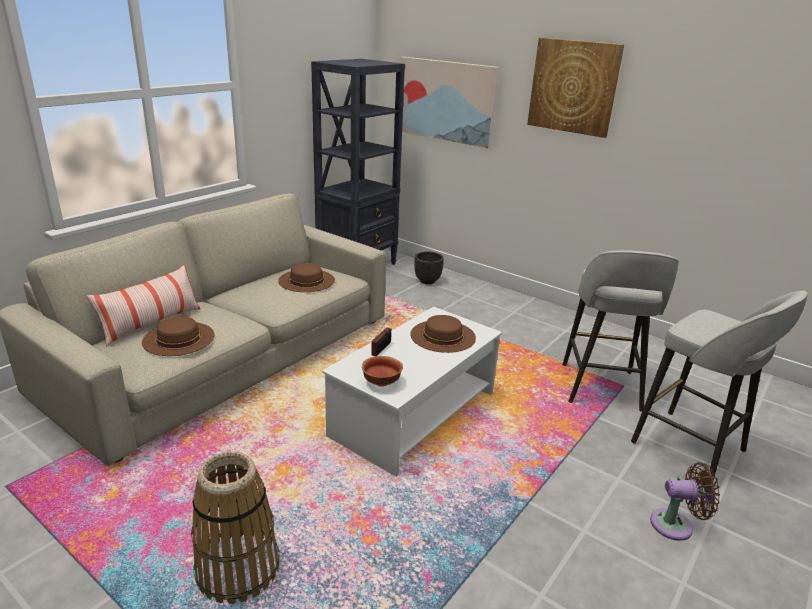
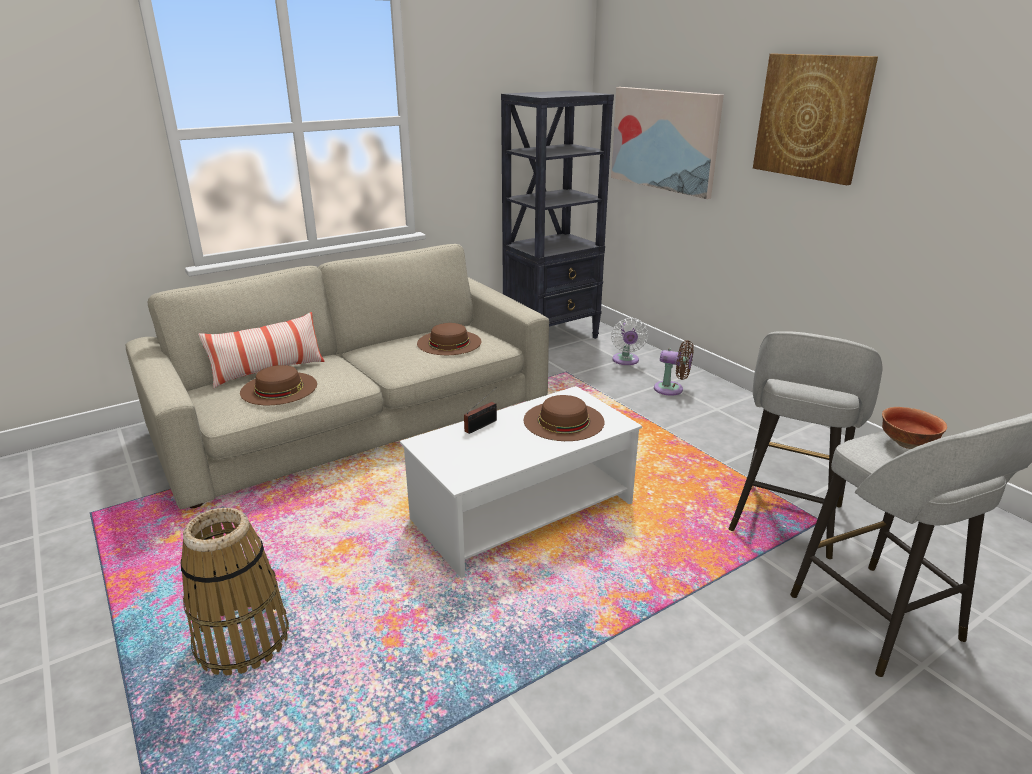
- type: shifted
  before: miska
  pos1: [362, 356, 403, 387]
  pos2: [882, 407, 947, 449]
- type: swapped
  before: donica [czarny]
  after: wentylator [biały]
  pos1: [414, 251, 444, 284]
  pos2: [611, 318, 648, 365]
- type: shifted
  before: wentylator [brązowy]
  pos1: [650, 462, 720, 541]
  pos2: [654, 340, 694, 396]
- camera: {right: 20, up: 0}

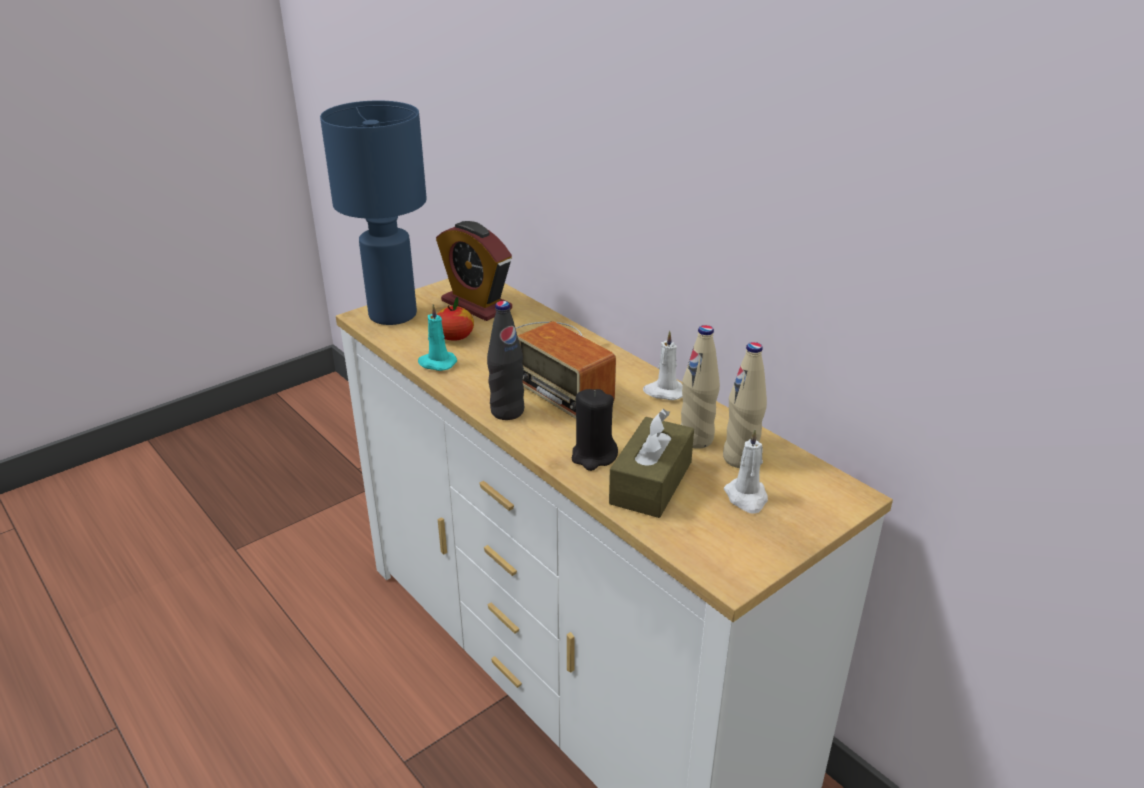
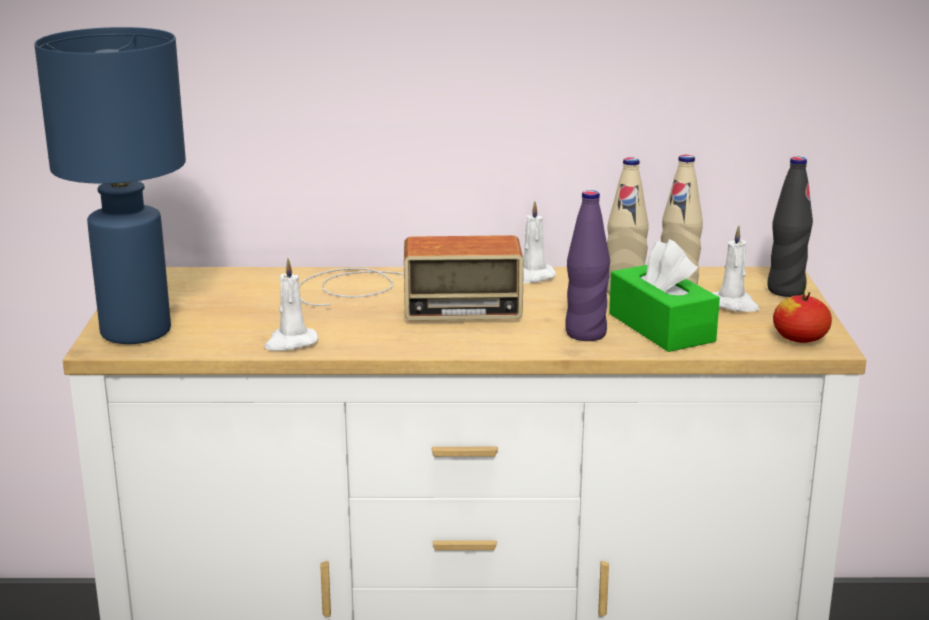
- type: repainted
  before: świeca [turkusowy]
  after: świeca [biały]
  pos1: [418, 304, 457, 371]
  pos2: [264, 258, 318, 351]
- type: gone
  before: budzik
  pos1: [436, 221, 512, 321]
- type: shifted
  before: jabłko
  pos1: [437, 297, 474, 341]
  pos2: [773, 281, 832, 343]
- type: shifted
  before: butelka [czarny]
  pos1: [487, 301, 524, 420]
  pos2: [767, 157, 813, 297]
- type: swapped
  before: świeca [czarny]
  after: butelka [fioletowy]
  pos1: [572, 389, 618, 471]
  pos2: [565, 190, 610, 341]
- type: repainted
  before: pudełko chusteczek [brązowy]
  after: pudełko chusteczek [zielony]
  pos1: [609, 409, 694, 518]
  pos2: [609, 239, 720, 352]
- camera: {right: -50, up: -10}

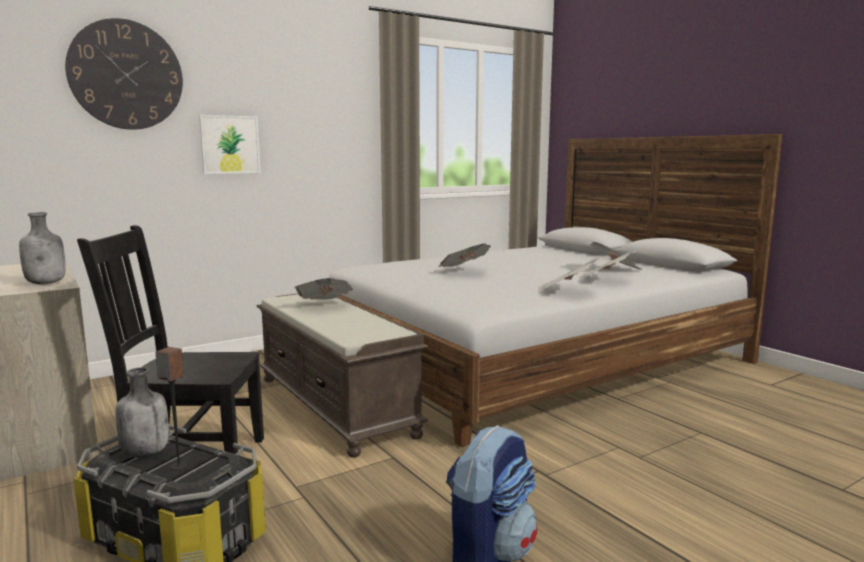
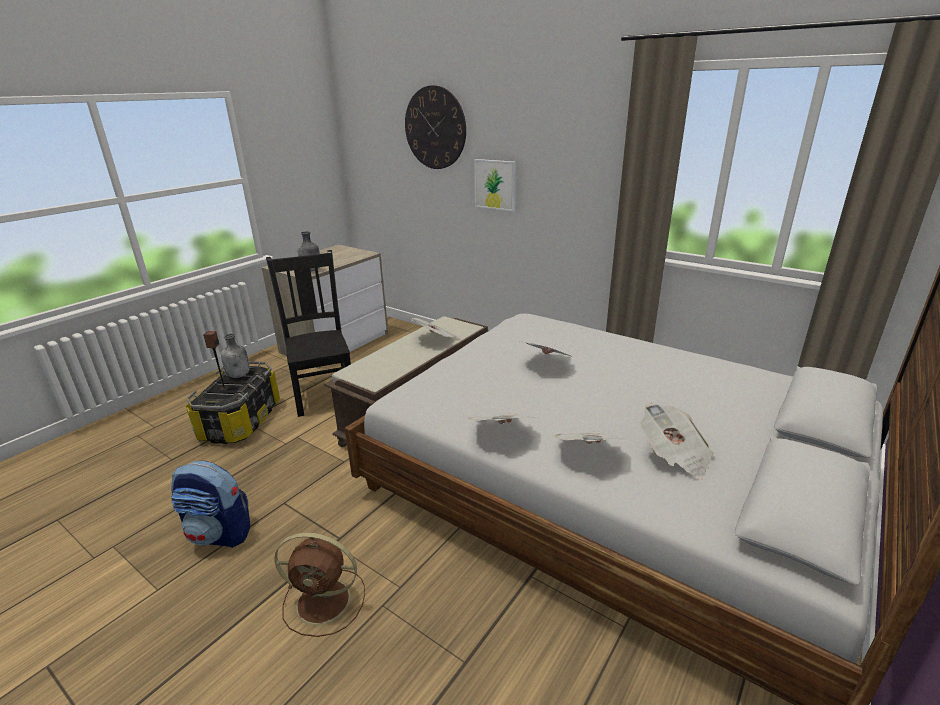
- type: new
  after: wentylator [brązowy]
  pos2: [275, 533, 365, 637]
- camera: {right: 70, up: 15}

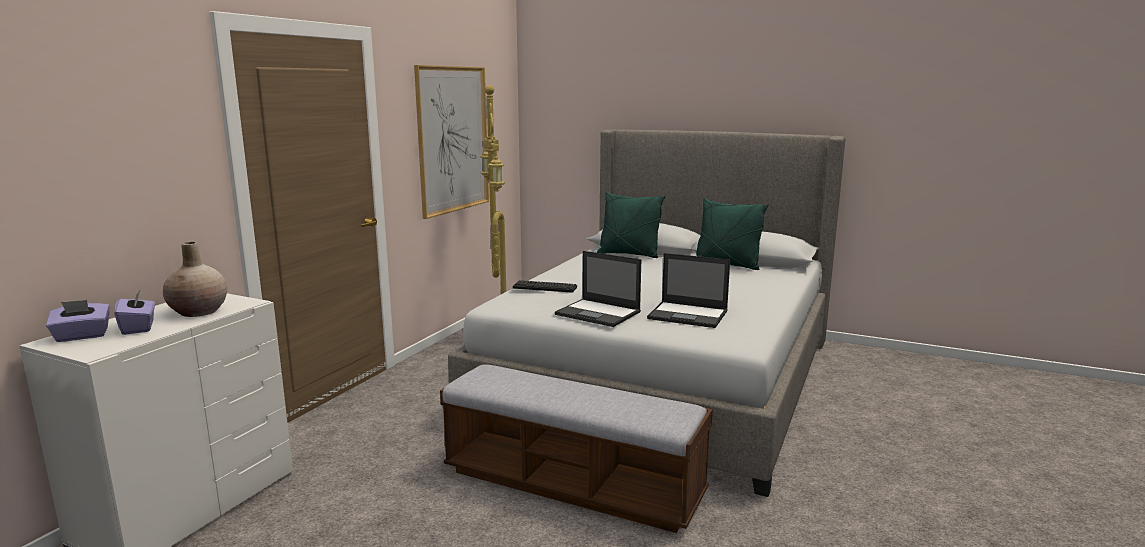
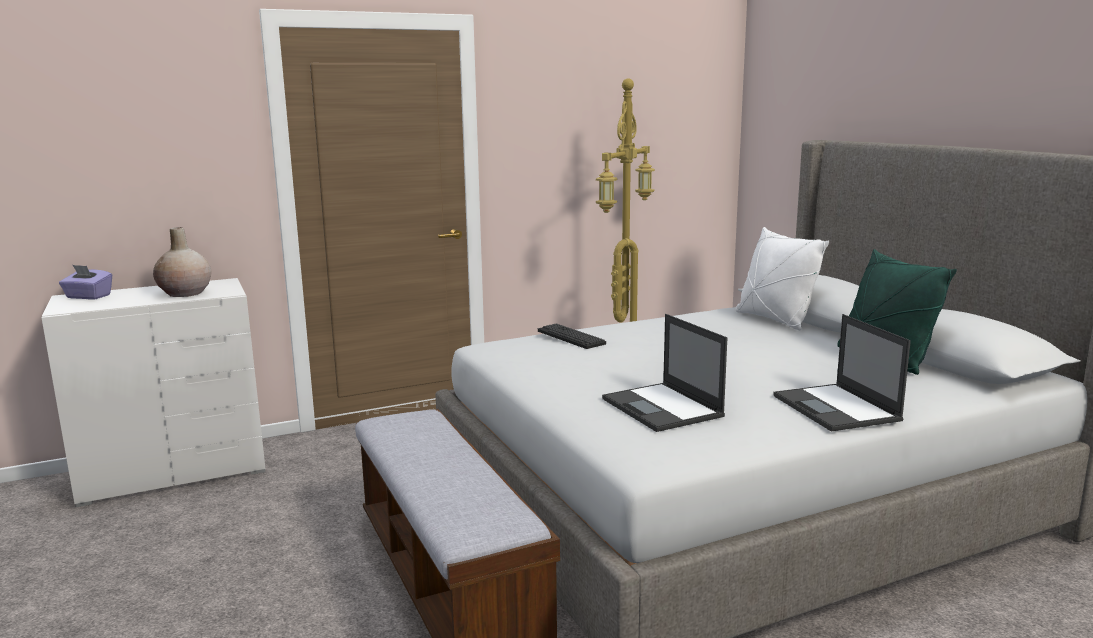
- type: gone
  before: pudełko chusteczek [fioletowy]
  pos1: [114, 289, 155, 335]
- type: gone
  before: obraz
  pos1: [414, 65, 489, 219]
- type: shifted
  before: laptop
  pos1: [555, 251, 641, 327]
  pos2: [773, 314, 911, 431]
- type: repainted
  before: poduszka [zielony]
  after: poduszka [biały]
  pos1: [597, 192, 665, 258]
  pos2: [736, 227, 829, 330]
- camera: {right: 40, up: 0}

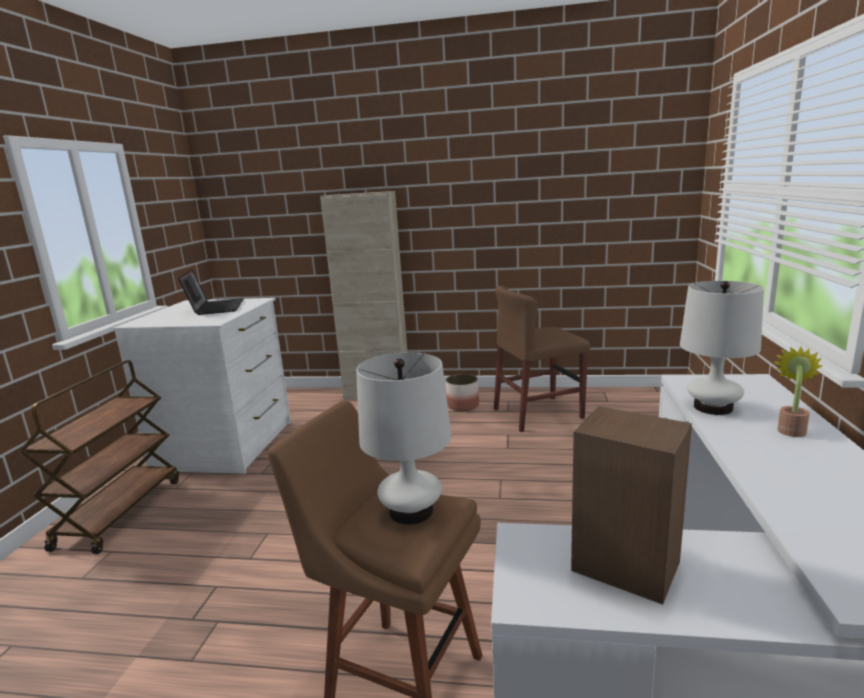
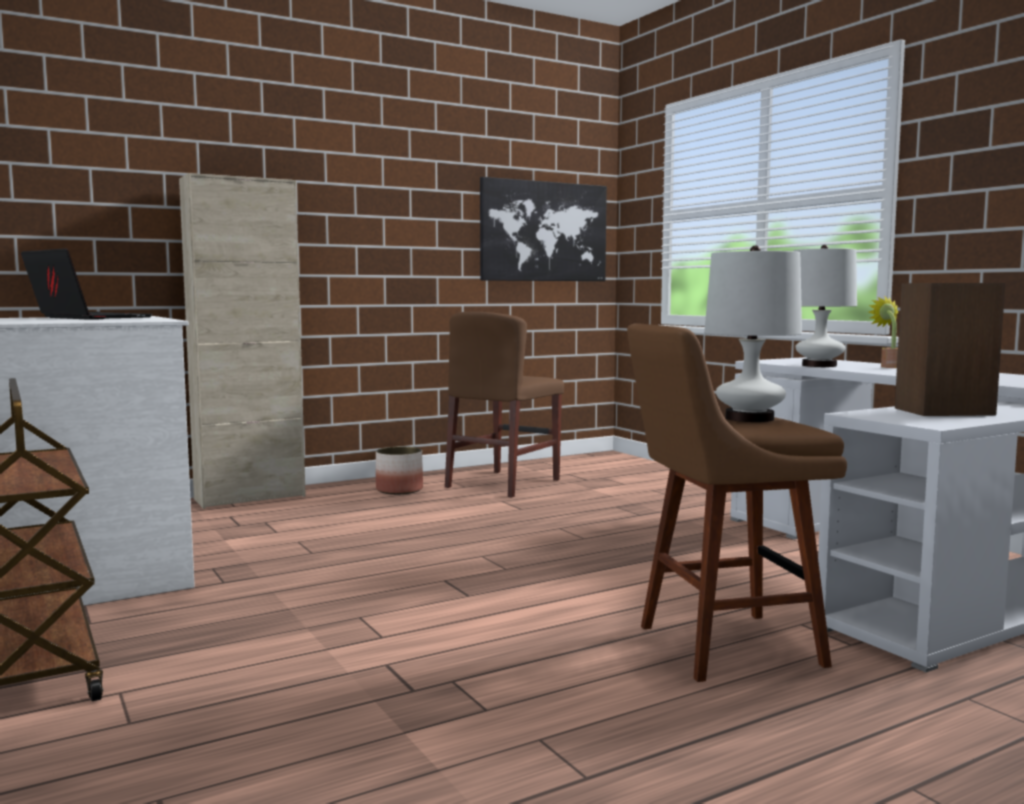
- type: new
  after: obraz
  pos2: [480, 177, 607, 281]
- camera: {right: -40, up: -10}

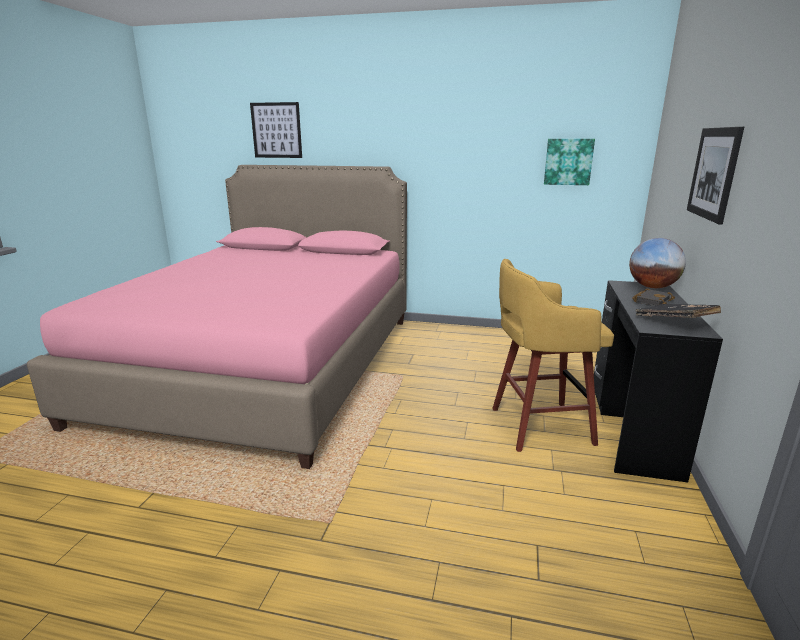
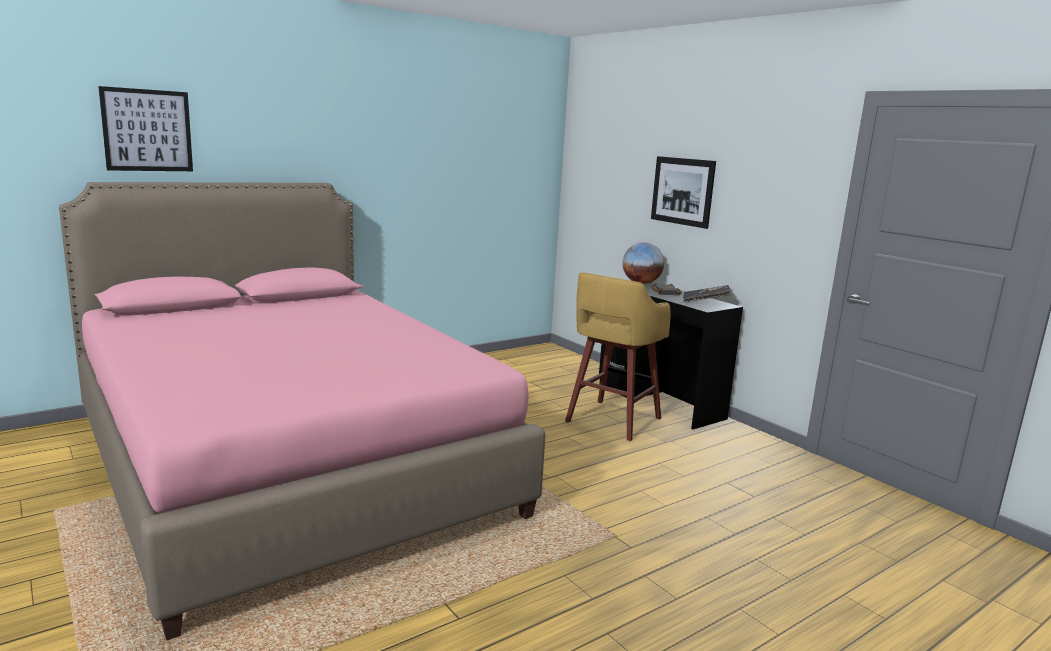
- type: gone
  before: obraz
  pos1: [544, 139, 595, 185]
- camera: {right: -50, up: -5}

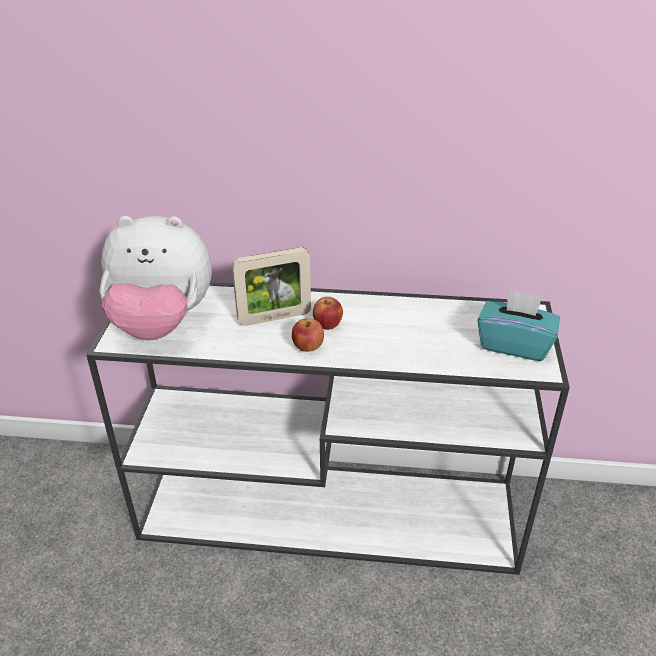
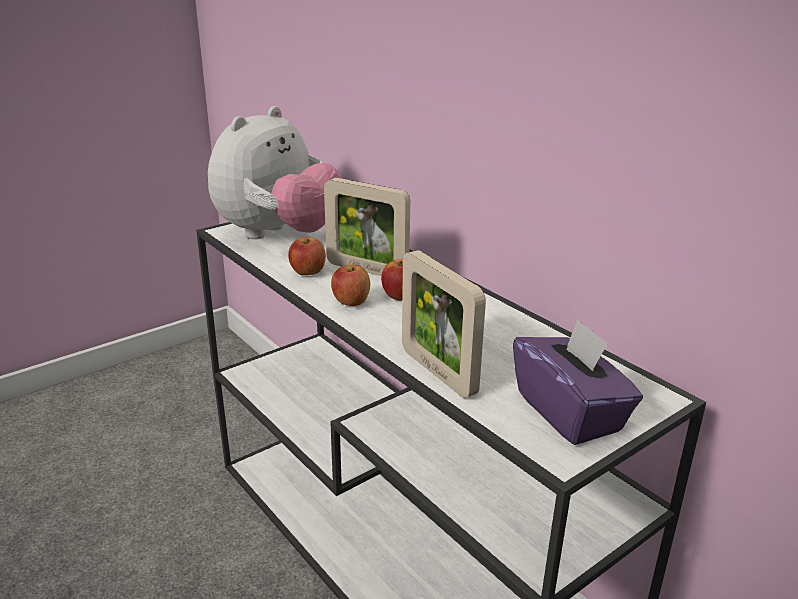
- type: rotated
  before: pluszak
  pos1: [99, 216, 212, 340]
  pos2: [208, 106, 342, 239]
  turn: -105
- type: repainted
  before: pudełko chusteczek [turkusowy]
  after: pudełko chusteczek [fioletowy]
  pos1: [478, 290, 560, 361]
  pos2: [513, 319, 643, 445]
- type: new
  after: jabłko
  pos2: [288, 237, 326, 275]
- type: new
  after: ramka na zdjęcie
  pos2: [402, 250, 486, 398]
- camera: {right: 45, up: -10}

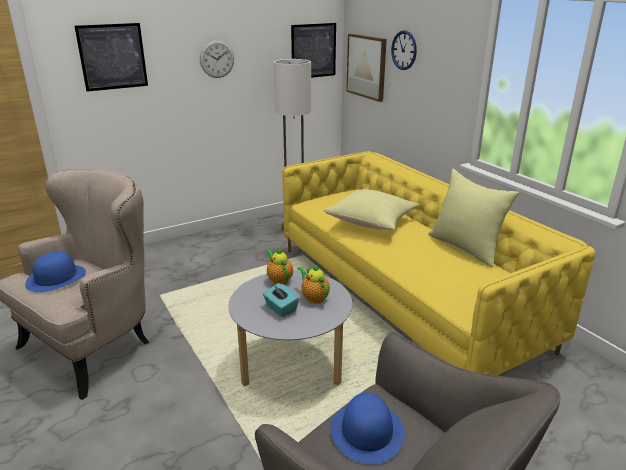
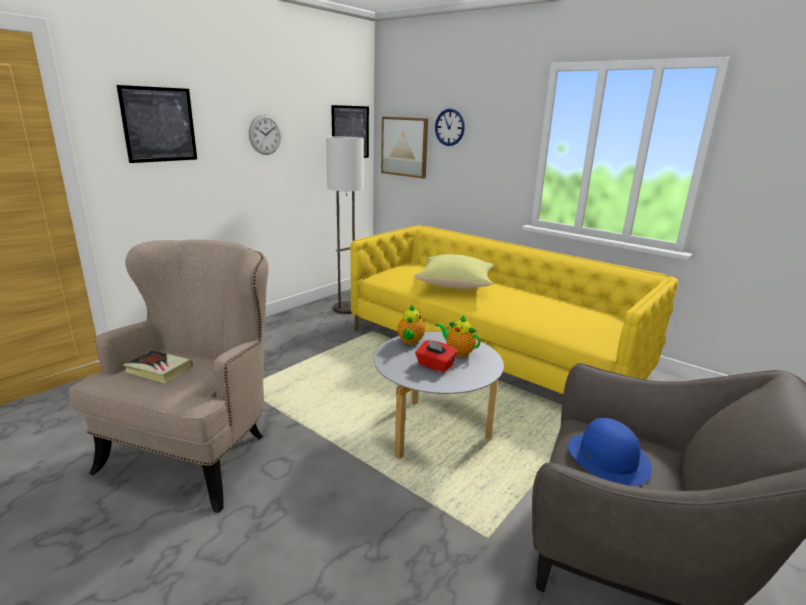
- type: swapped
  before: kapelusz [niebieski]
  after: książka
  pos1: [25, 251, 86, 292]
  pos2: [123, 350, 193, 383]
- type: repainted
  before: pudełko chusteczek [turkusowy]
  after: pudełko chusteczek [czerwony]
  pos1: [263, 283, 299, 317]
  pos2: [415, 340, 457, 373]
- type: rotated
  before: imbryk
  pos1: [267, 248, 293, 284]
  pos2: [397, 305, 425, 345]
  turn: -120
- type: gone
  before: poduszka [żółty]
  pos1: [428, 169, 519, 268]
- camera: {right: -20, up: -5}

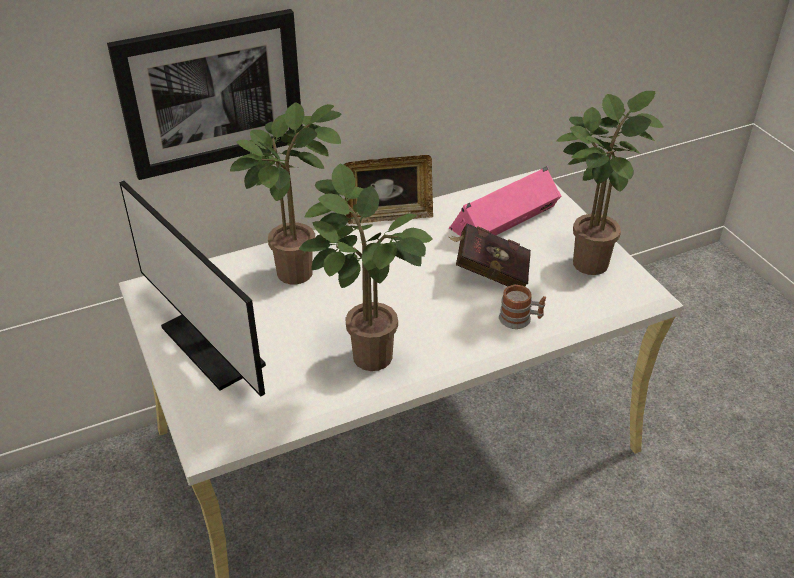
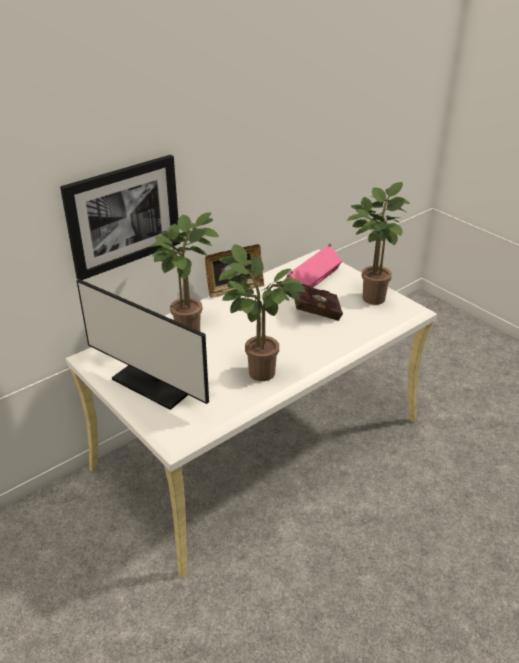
- type: gone
  before: kubek
  pos1: [499, 284, 546, 329]
- camera: {right: -15, up: -5}

